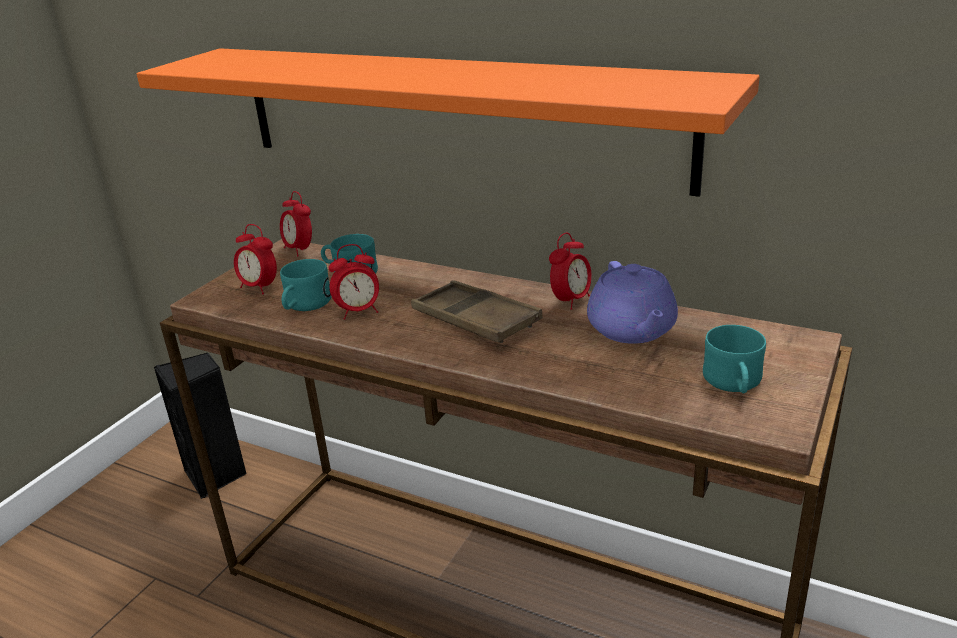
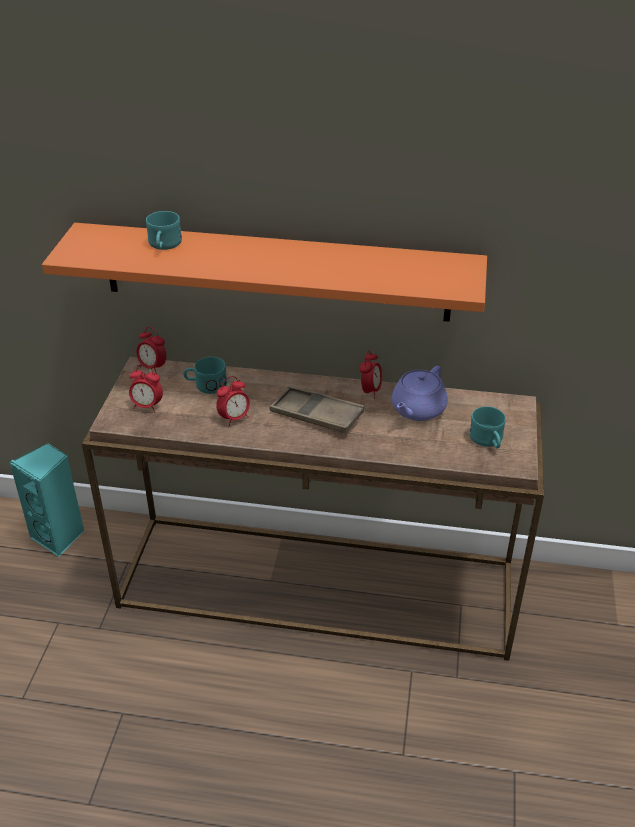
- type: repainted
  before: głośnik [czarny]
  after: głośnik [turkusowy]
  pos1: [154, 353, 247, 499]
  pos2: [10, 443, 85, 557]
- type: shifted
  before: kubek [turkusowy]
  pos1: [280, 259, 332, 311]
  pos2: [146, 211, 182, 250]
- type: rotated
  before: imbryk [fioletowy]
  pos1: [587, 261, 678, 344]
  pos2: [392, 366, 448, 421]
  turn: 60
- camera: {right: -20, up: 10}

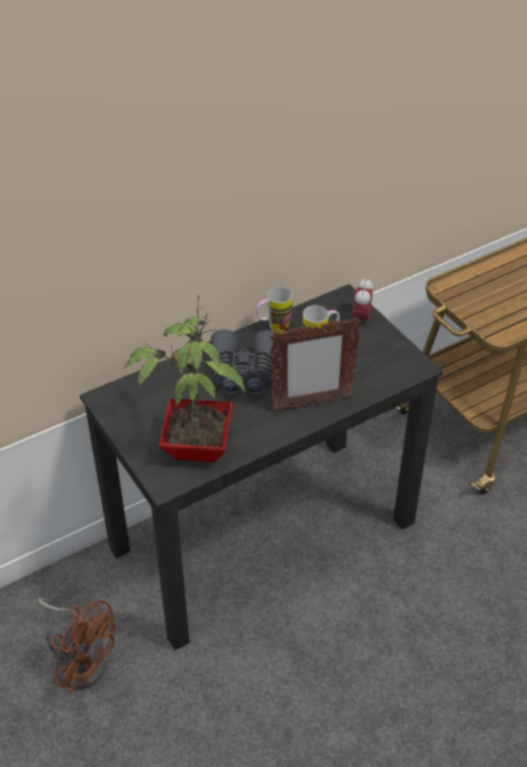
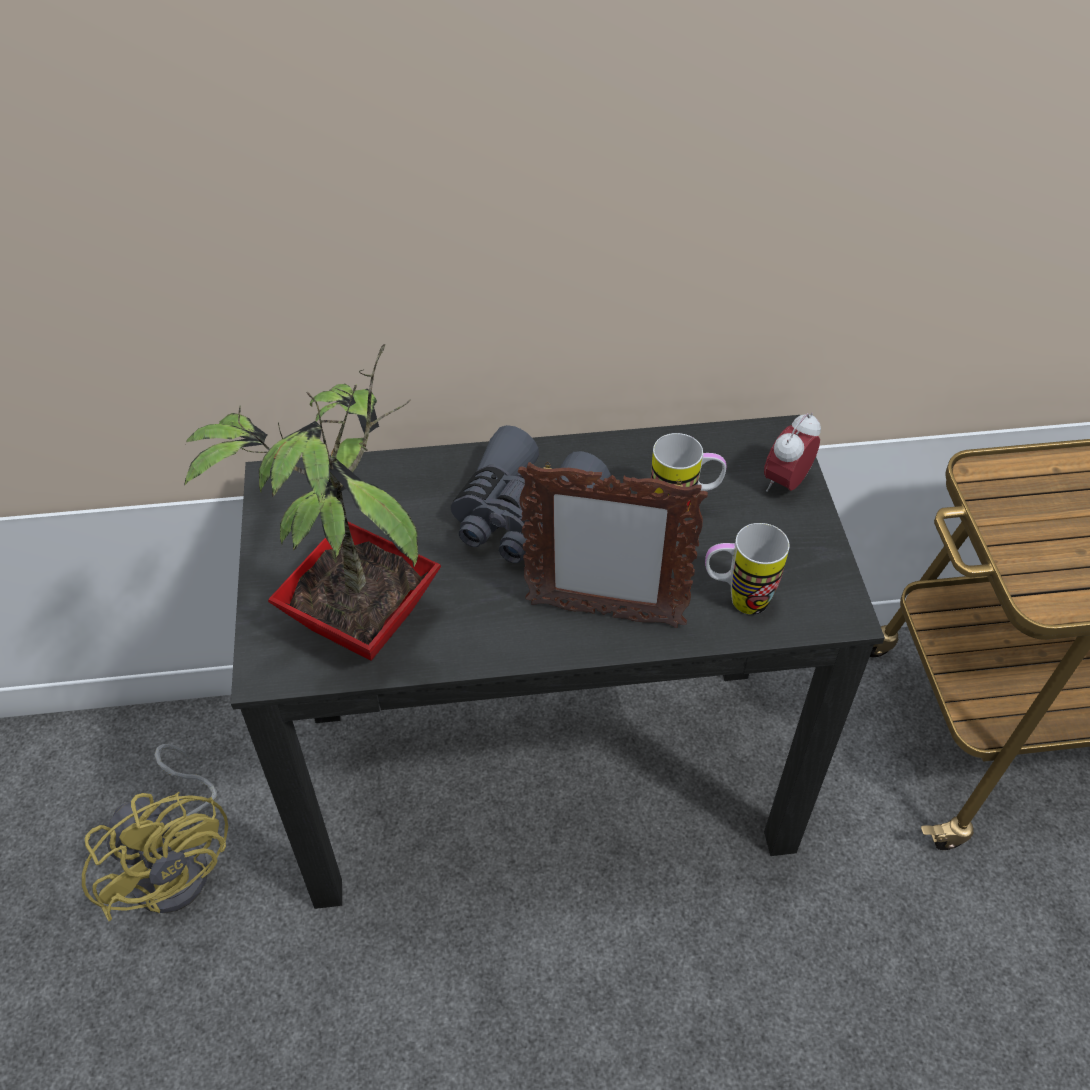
- type: repainted
  before: wentylator [brązowy]
  after: wentylator [żółty]
  pos1: [38, 598, 116, 692]
  pos2: [82, 744, 228, 921]
- type: shifted
  before: kubek
  pos1: [256, 286, 293, 333]
  pos2: [705, 523, 790, 615]
- camera: {right: 25, up: 5}

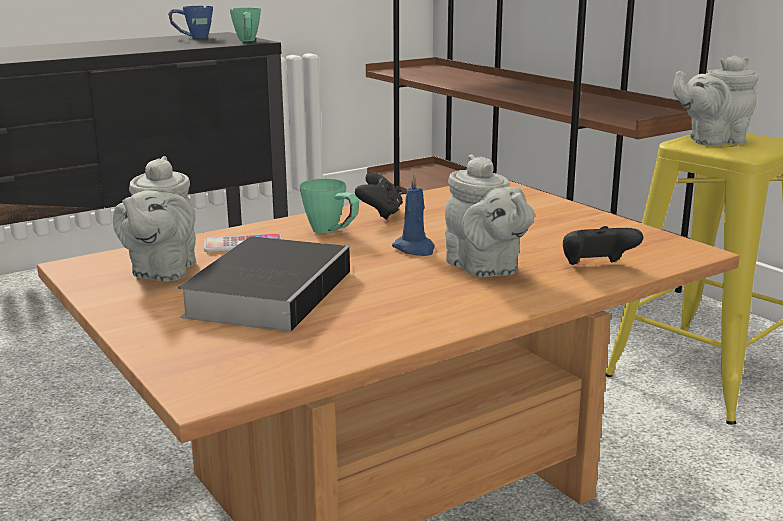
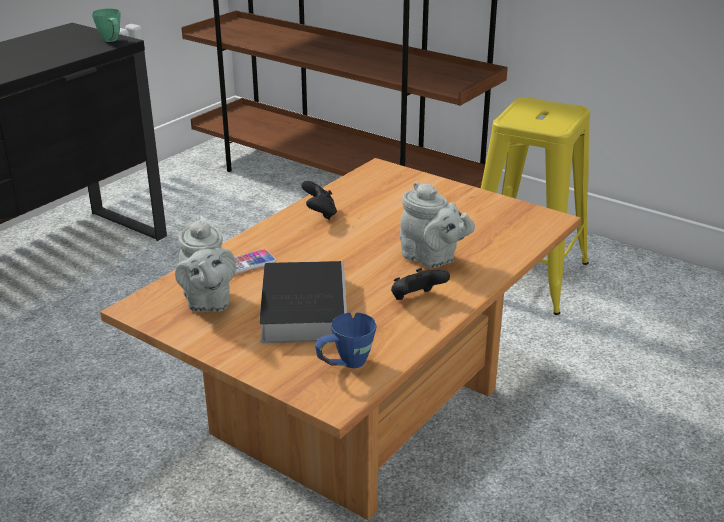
- type: shifted
  before: kubek [niebieski]
  pos1: [168, 6, 213, 38]
  pos2: [315, 313, 376, 368]
- type: gone
  before: kubek [zielony]
  pos1: [300, 179, 359, 234]
- type: gone
  before: świeca [niebieski]
  pos1: [392, 173, 435, 256]
- type: shifted
  before: pad do gier [czarny]
  pos1: [563, 226, 643, 265]
  pos2: [391, 268, 450, 300]
- type: gone
  before: imbryk [szary]
  pos1: [672, 55, 759, 146]
- camera: {right: -20, up: 10}

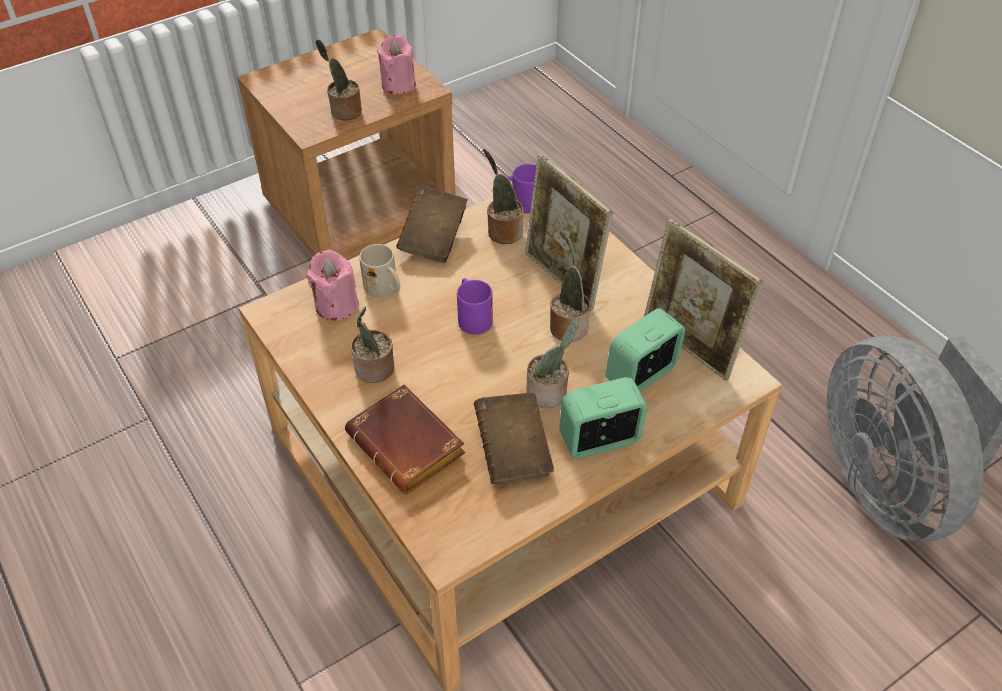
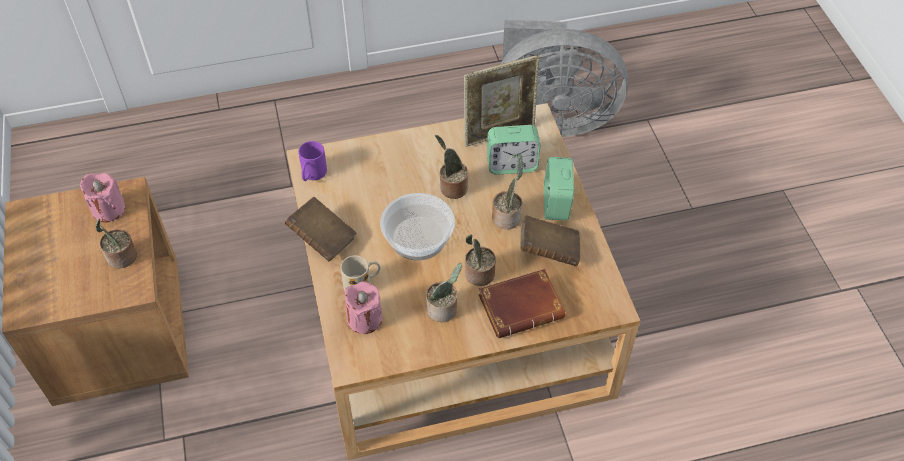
- type: swapped
  before: kubek [fioletowy]
  after: miska
  pos1: [457, 278, 493, 335]
  pos2: [380, 193, 455, 261]
- type: shifted
  before: roślina doniczkowa
  pos1: [483, 149, 524, 244]
  pos2: [465, 234, 496, 286]
- type: gone
  before: ramka na zdjęcie
  pos1: [525, 154, 613, 311]
- type: rotated
  before: budzik
  pos1: [605, 308, 685, 392]
  pos2: [487, 125, 540, 175]
  turn: -75
- camera: {right: -70, up: 5}

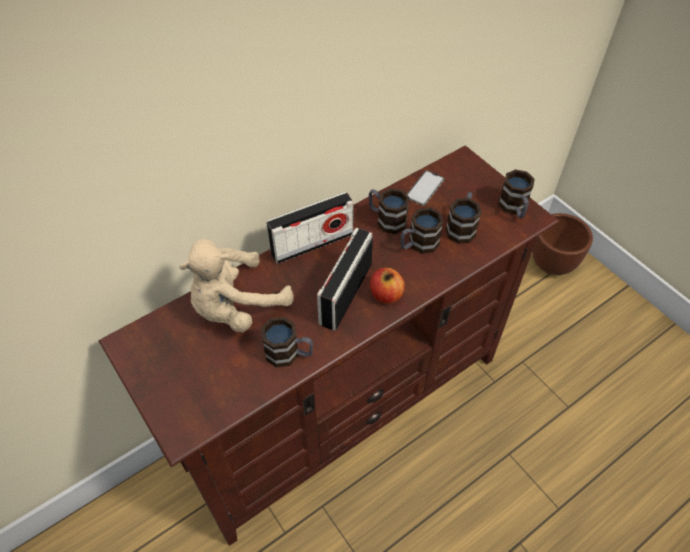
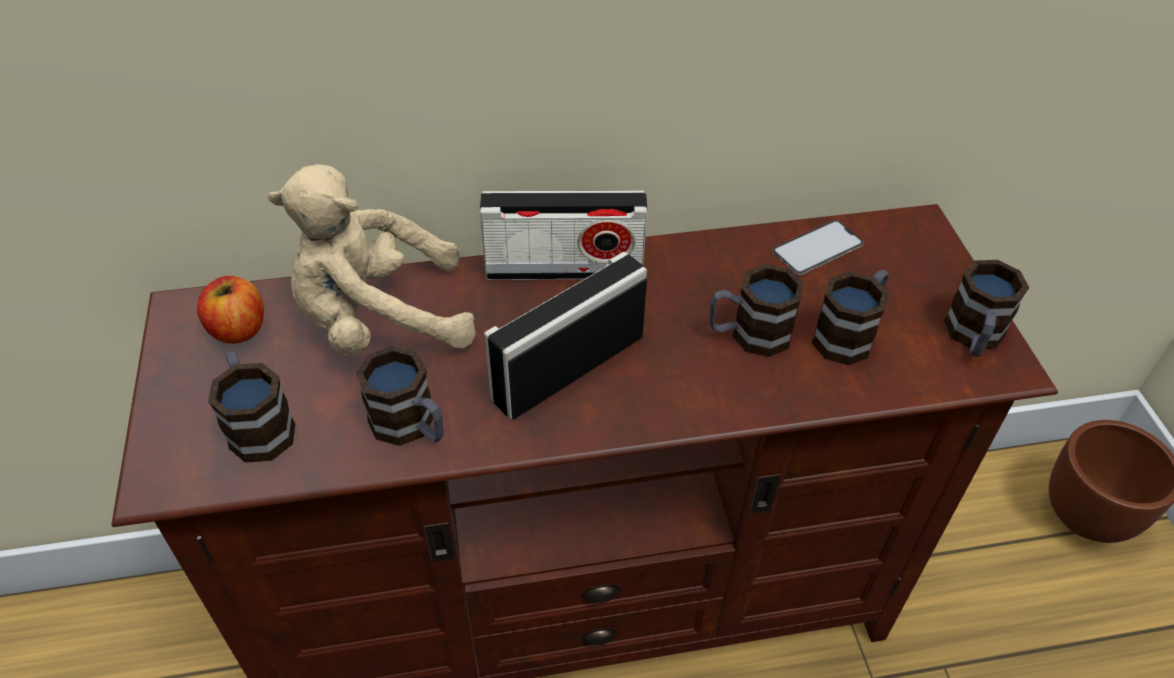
- type: shifted
  before: kubek
  pos1: [369, 188, 410, 234]
  pos2: [208, 351, 295, 463]
- type: shifted
  before: jabłko
  pos1: [370, 268, 405, 303]
  pos2: [197, 276, 264, 344]
- camera: {right: 25, up: -5}

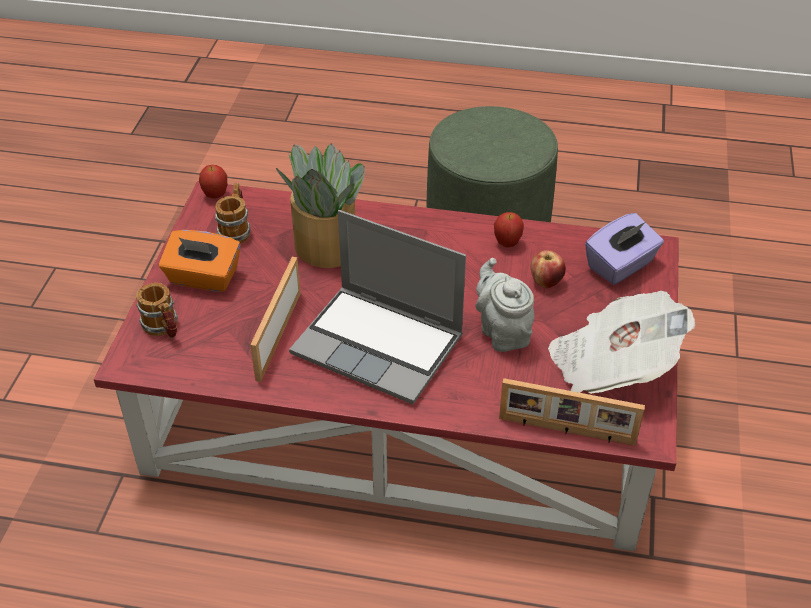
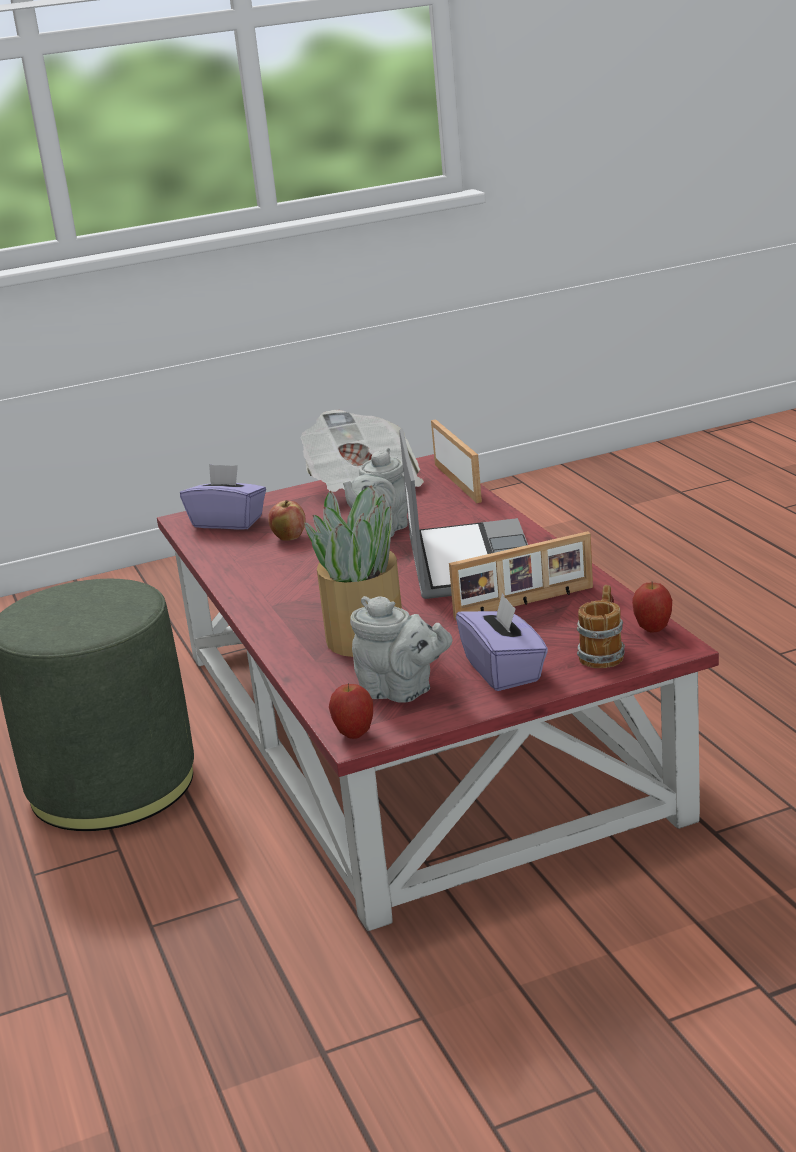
- type: repainted
  before: pudełko chusteczek [pomarańczowy]
  after: pudełko chusteczek [fioletowy]
  pos1: [159, 230, 241, 292]
  pos2: [456, 593, 548, 691]
- type: swapped
  before: kubek
  after: imbryk [szary]
  pos1: [215, 183, 251, 243]
  pos2: [350, 596, 453, 703]
- type: shifted
  before: jabłko
  pos1: [494, 212, 524, 247]
  pos2: [632, 583, 672, 632]
- camera: {right: -120, up: -20}

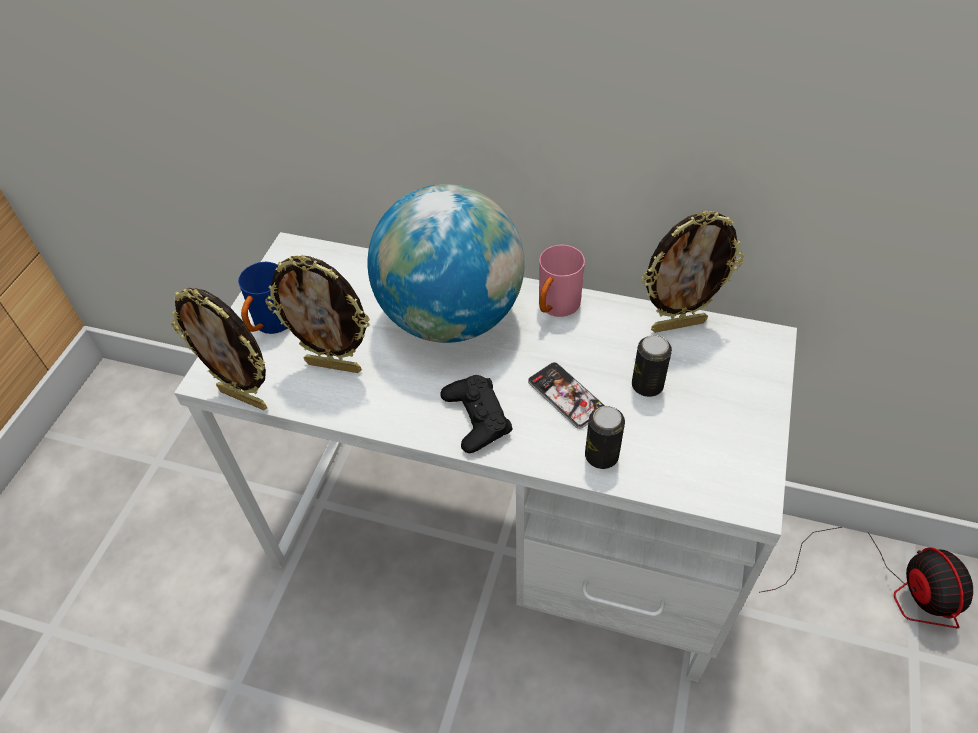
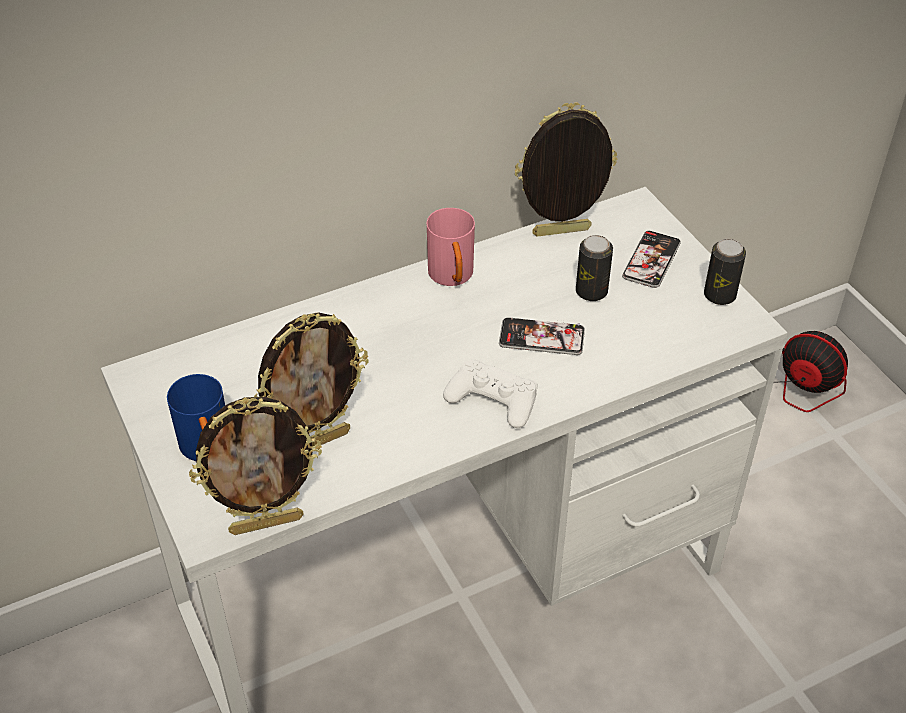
- type: gone
  before: globus
  pos1: [367, 184, 525, 343]
- type: repainted
  before: pad do gier [czarny]
  after: pad do gier [biały]
  pos1: [440, 375, 512, 453]
  pos2: [443, 359, 538, 428]
- type: shifted
  before: puszka
  pos1: [585, 406, 625, 469]
  pos2: [704, 239, 746, 305]
- type: rotated
  before: ramka na zdjęcie
  pos1: [642, 210, 744, 333]
  pos2: [515, 102, 618, 237]
  turn: -135
- type: new
  after: telefon
  pos2: [622, 231, 681, 288]
- camera: {right: -45, up: -5}

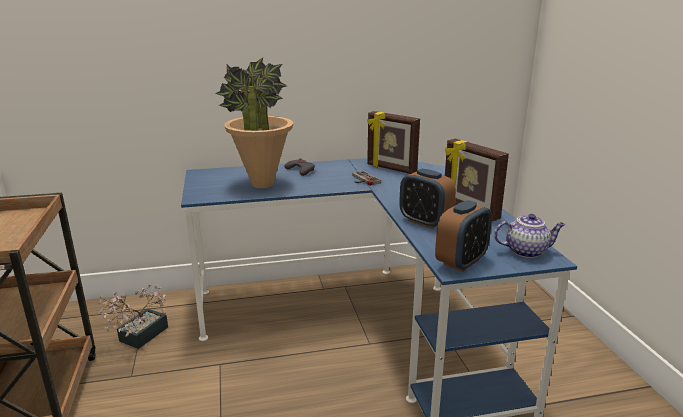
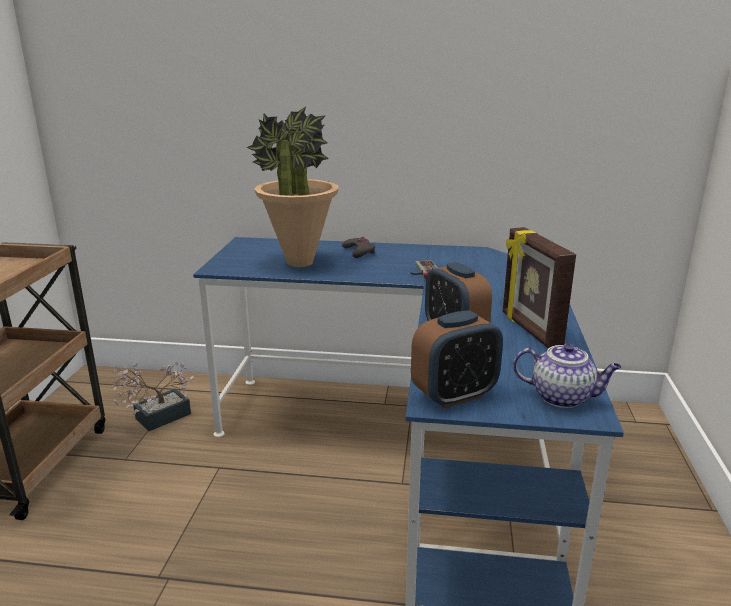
- type: gone
  before: ramka na zdjęcie
  pos1: [367, 111, 420, 174]
- camera: {right: 20, up: 0}

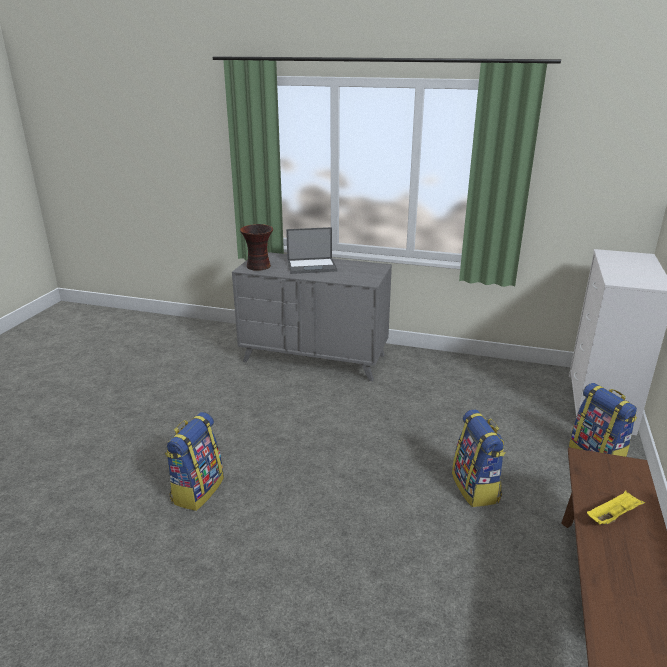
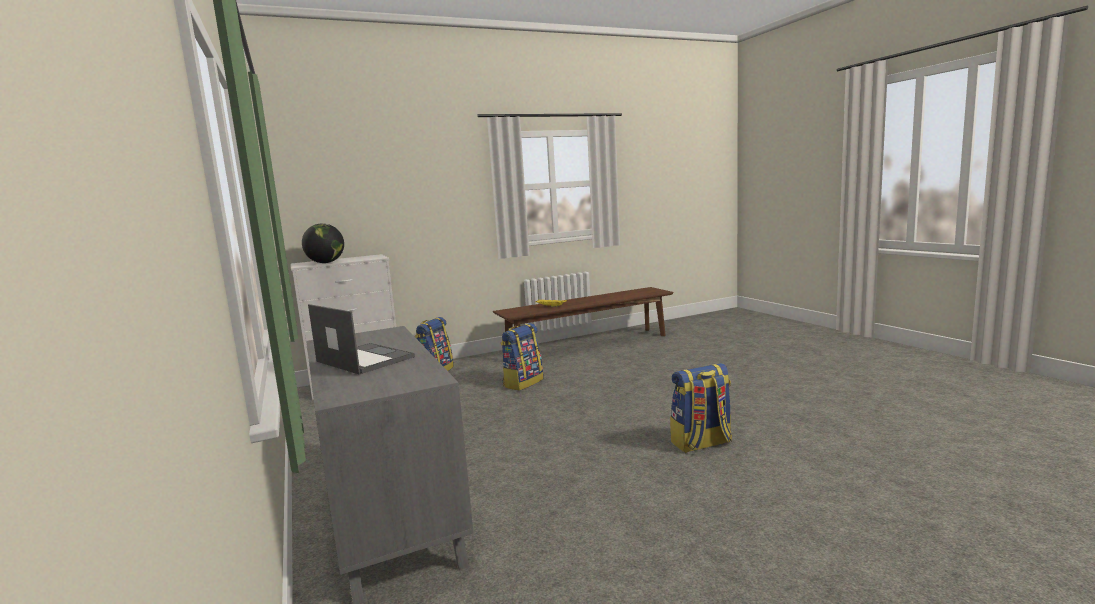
- type: gone
  before: wazon
  pos1: [240, 224, 273, 271]
- type: new
  after: globus
  pos2: [302, 223, 344, 263]
- camera: {right: -130, up: -15}

